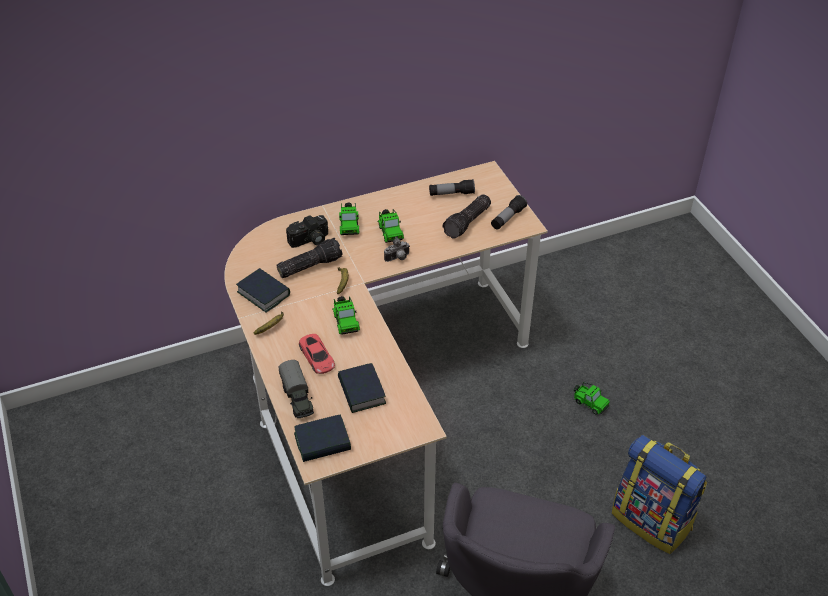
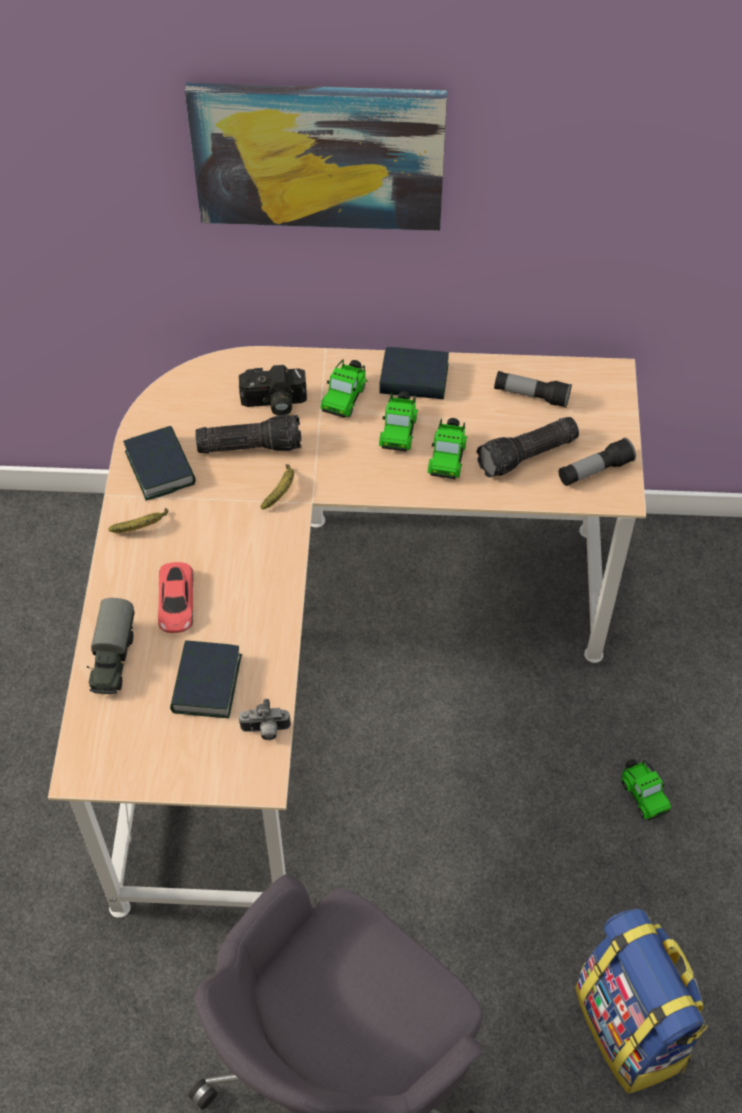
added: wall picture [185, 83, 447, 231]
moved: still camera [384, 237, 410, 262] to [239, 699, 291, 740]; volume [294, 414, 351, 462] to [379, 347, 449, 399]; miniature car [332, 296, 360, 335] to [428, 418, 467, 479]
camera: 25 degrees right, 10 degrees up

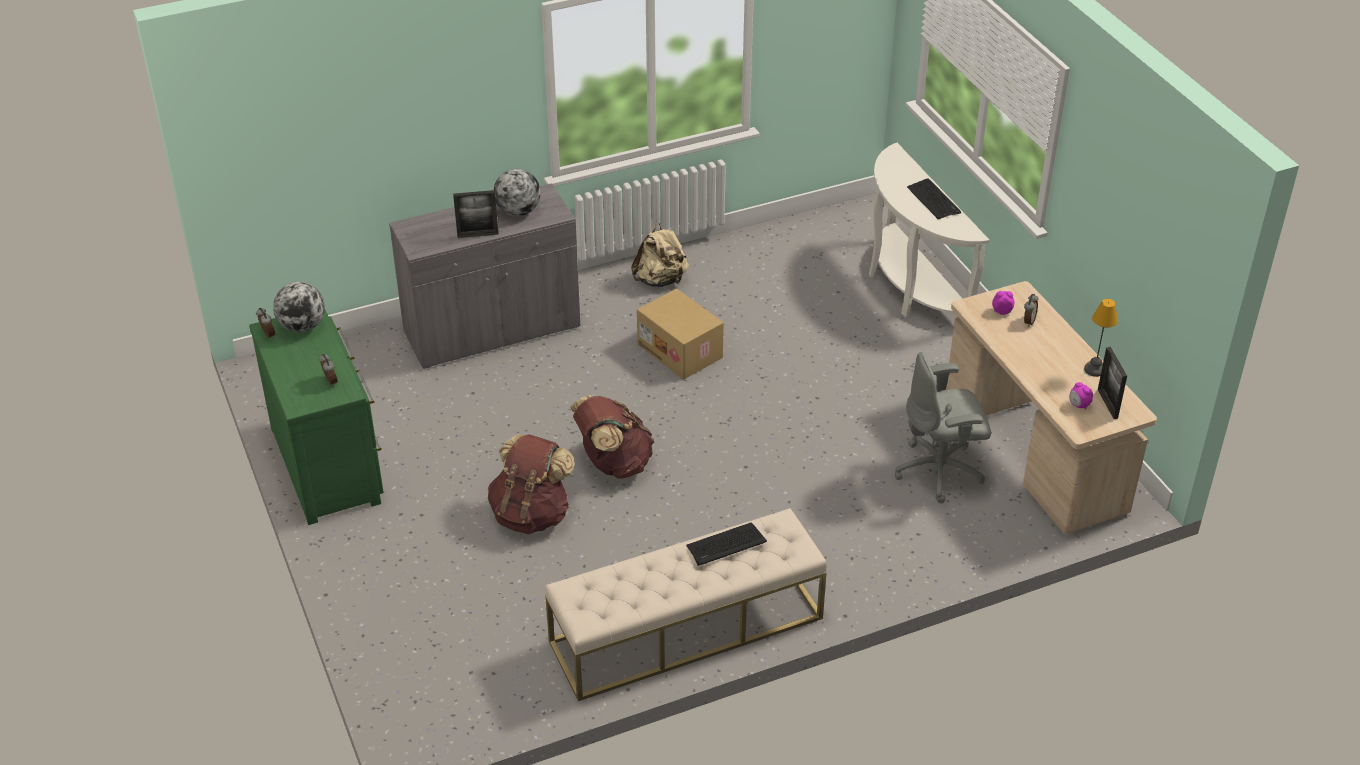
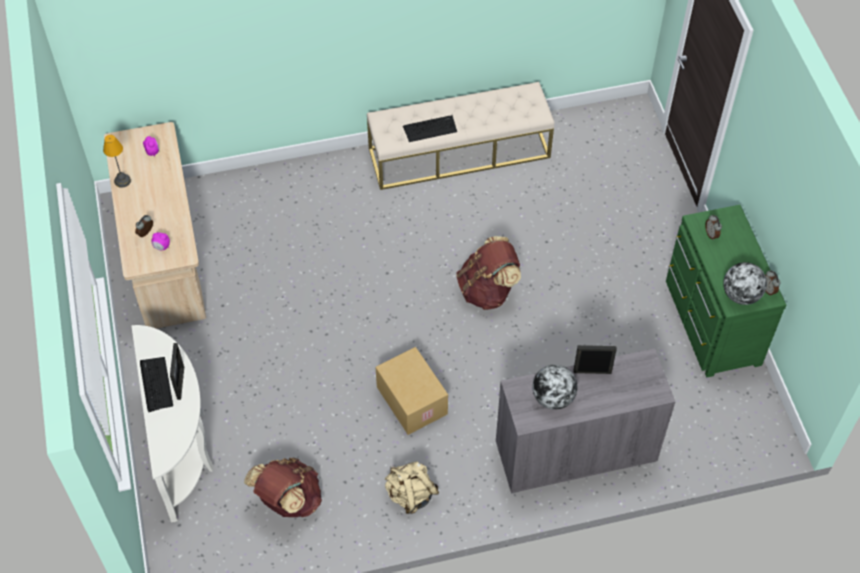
removed: gray desk chair [895, 352, 991, 503]
moved: standing frame [1098, 347, 1127, 419] to [170, 343, 184, 400]; brown-coloured knapsack [488, 433, 575, 534] to [244, 458, 322, 517]
camera: 170 degrees left, 15 degrees up

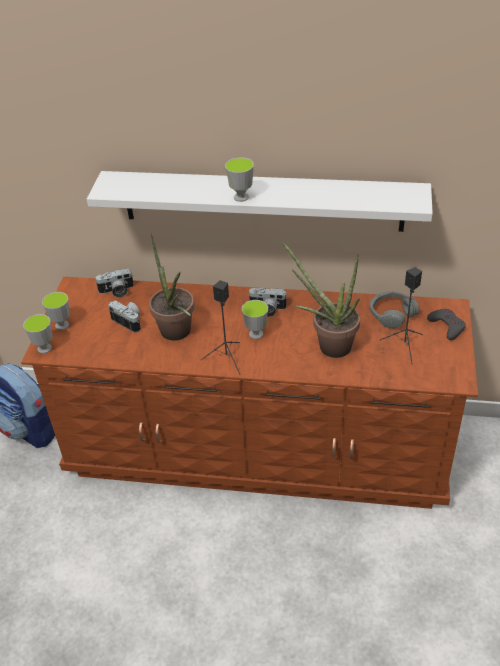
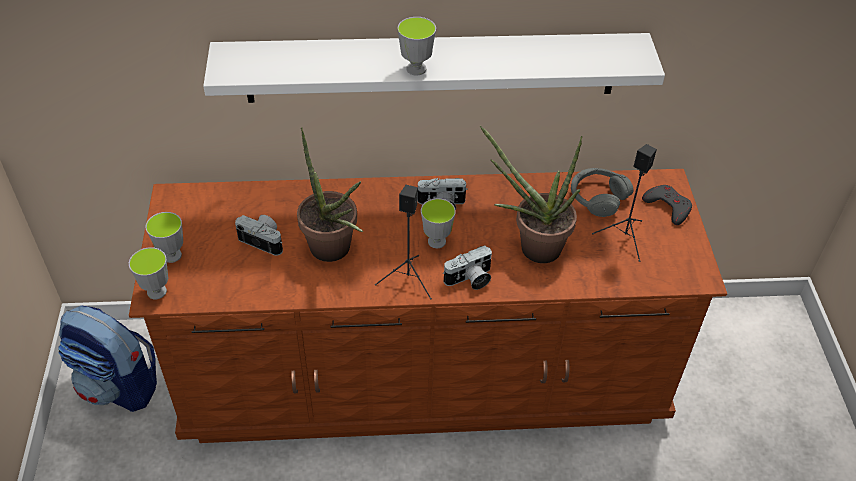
moved: still camera [95, 268, 134, 298] to [443, 245, 492, 290]
camera: 15 degrees left, 5 degrees up

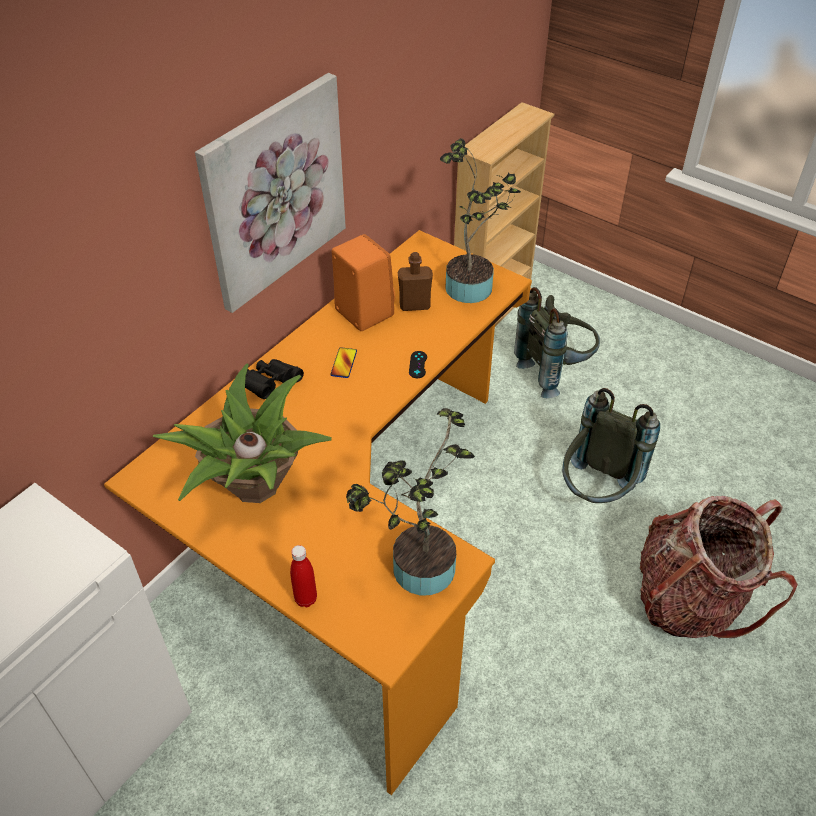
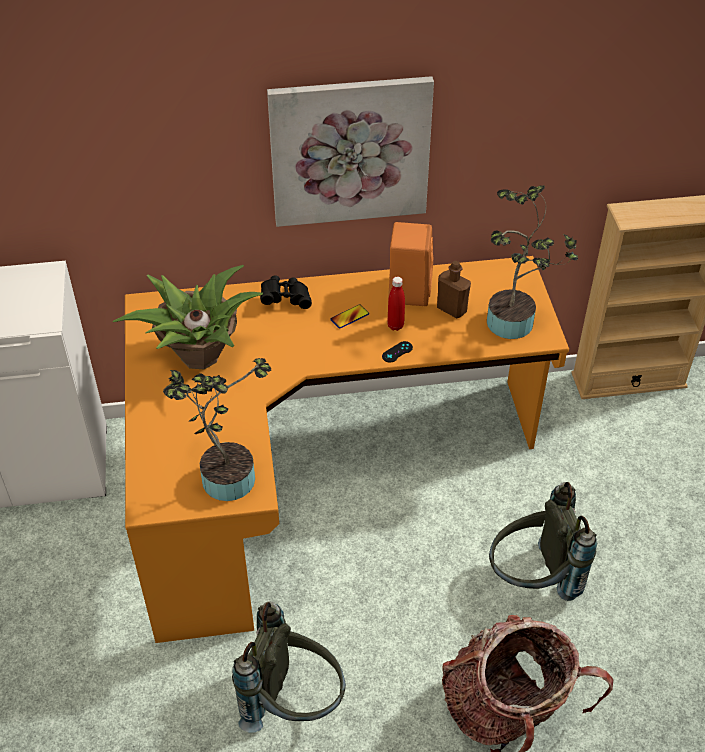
moved: gray knapsack [514, 287, 600, 398] to [232, 601, 346, 732]; red-coloured bottle [290, 545, 317, 607] to [387, 277, 405, 331]
camera: 45 degrees right, 0 degrees up

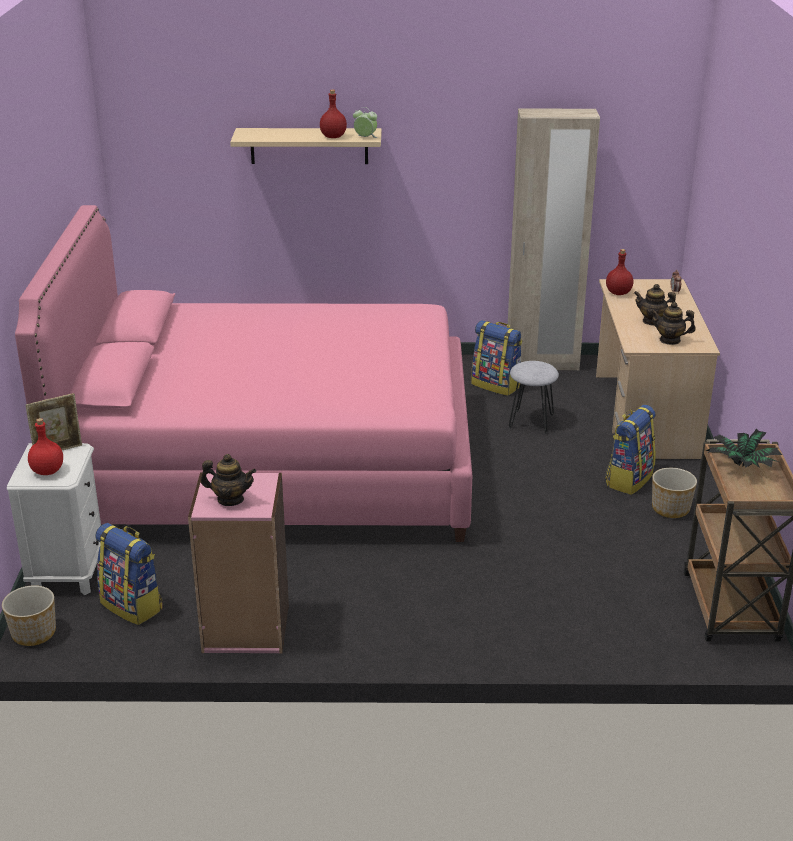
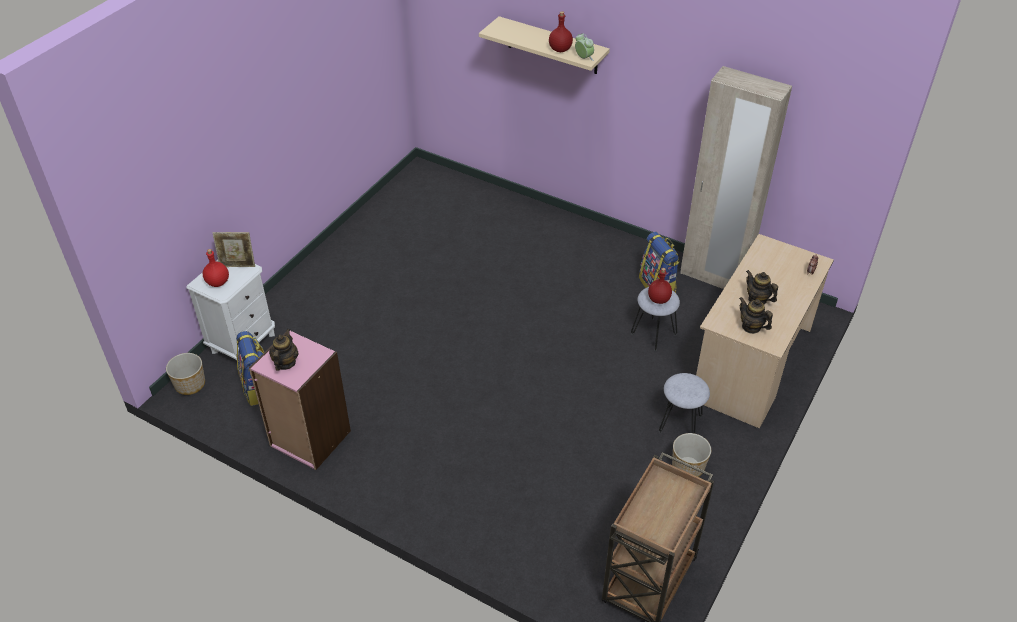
removed: pink sleeping bed [15, 205, 472, 542]; houseplant [706, 429, 782, 468]
moved: red-coloured bottle [606, 249, 633, 295] to [648, 268, 672, 304]
replaced: knapsack [605, 405, 656, 495] to gray stool seat [659, 373, 710, 434]
turned: tea pot [200, 454, 256, 506] = [269, 329, 299, 371] 120 degrees counterclockwise
camera: 30 degrees right, 15 degrees up

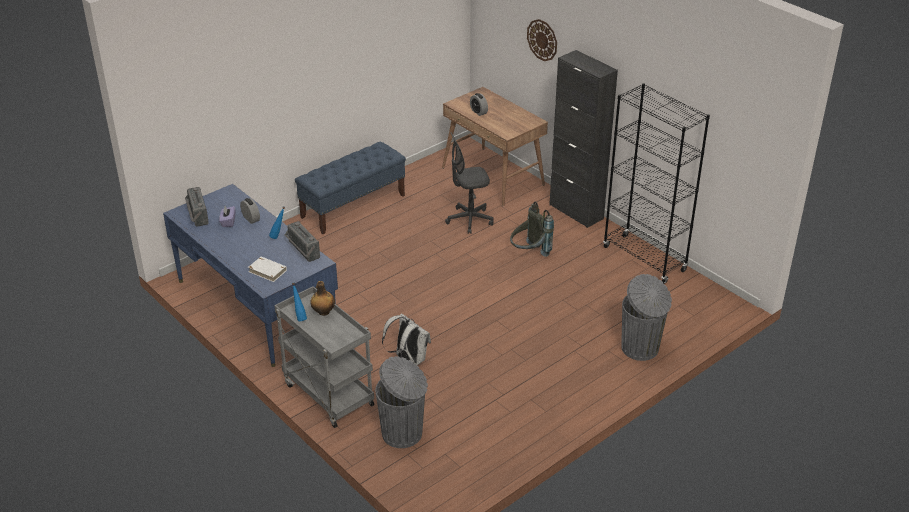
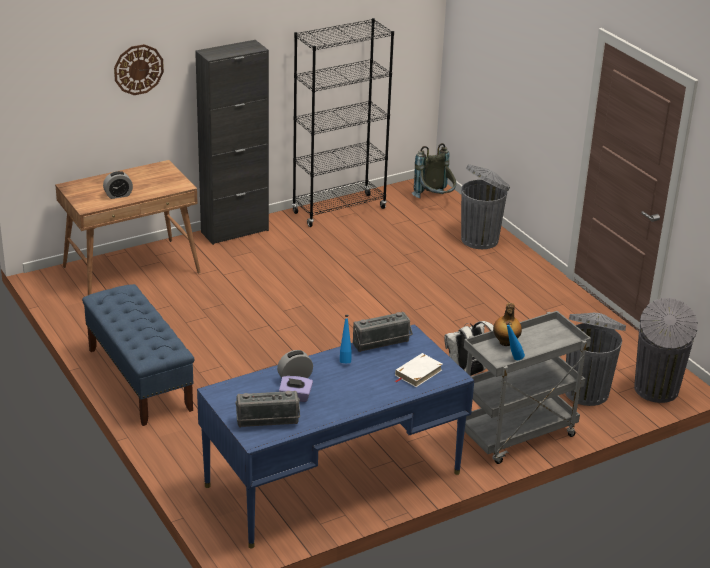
removed: gray desk chair [445, 132, 494, 234]
added: gray rubbish bin [634, 298, 698, 403]
moved: gray knapsack [510, 201, 554, 257] to [411, 143, 456, 198]
camera: 80 degrees left, 5 degrees down

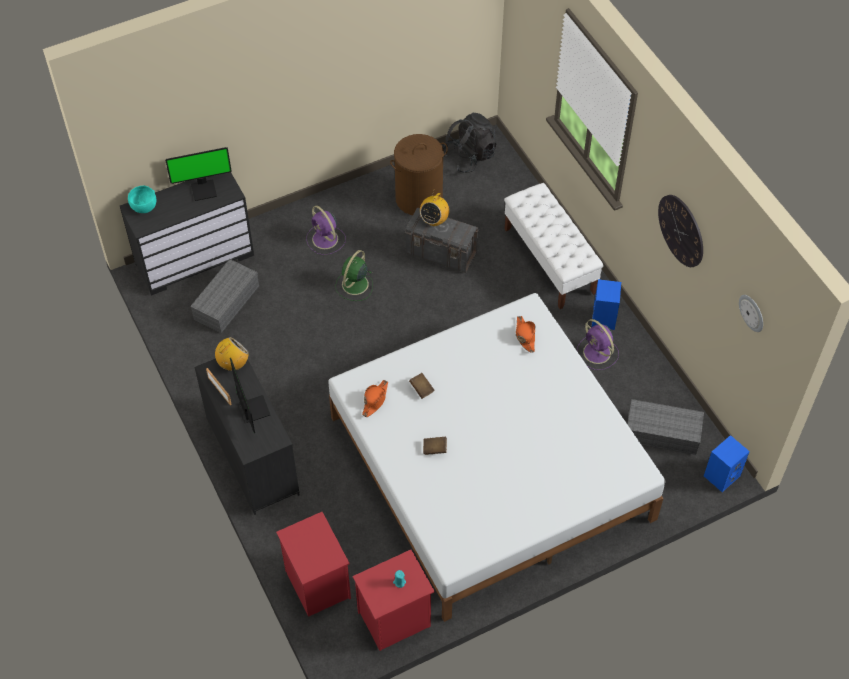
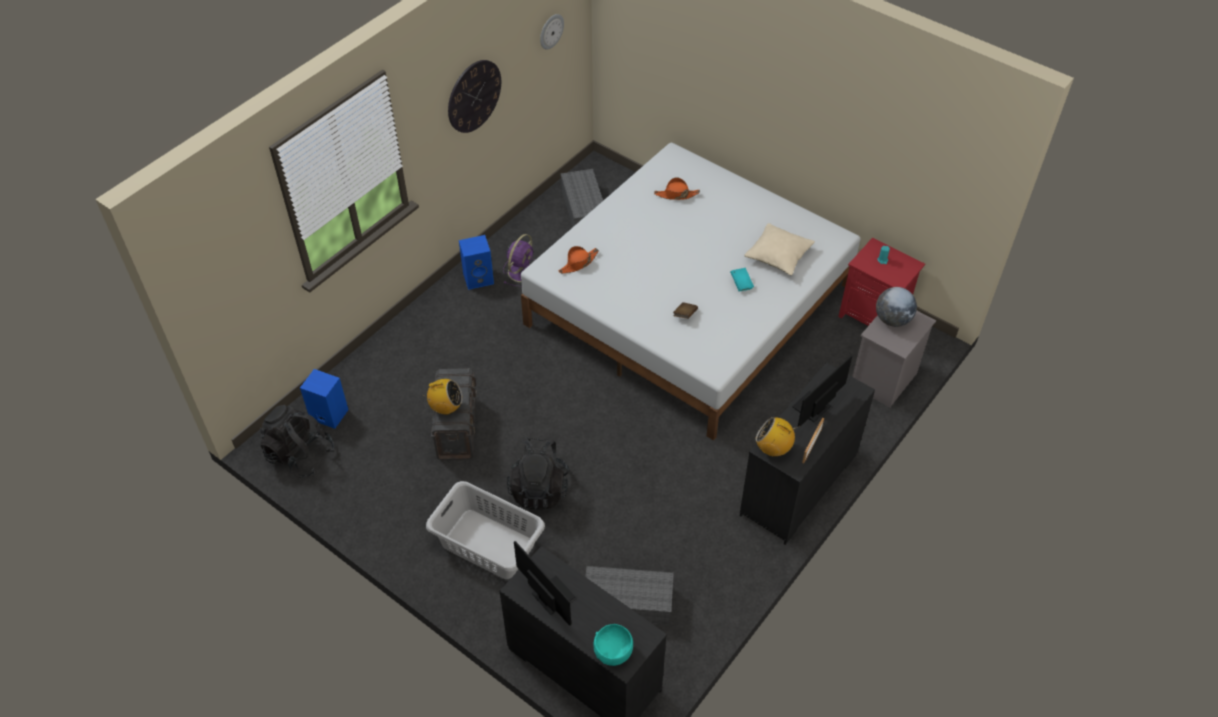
removed: brown-coloured hamper [390, 134, 448, 215]; white bench [504, 183, 604, 309]
added: sand-coloured throw pillow [744, 223, 815, 275]; world globe [876, 287, 917, 327]
moved: blue speaker [704, 435, 750, 492] to [300, 369, 348, 429]; orange hat [362, 380, 388, 417] to [654, 177, 700, 200]
replaced: purplish electric fan [306, 206, 346, 255] to gray hamper [426, 481, 545, 579]; green electric fan [335, 250, 373, 301] to black-coloured knapsack [507, 437, 570, 510]
recoloured: brown-coloured volume [423, 437, 447, 455] to turquoise-coloured volume [730, 268, 754, 292]; red-coloured bedside table [276, 512, 351, 617] to gray bedside table [852, 311, 936, 408]
camera: 115 degrees left, 5 degrees down

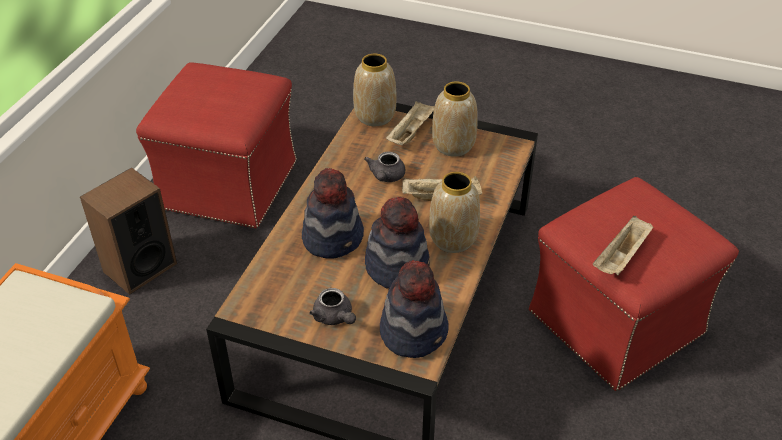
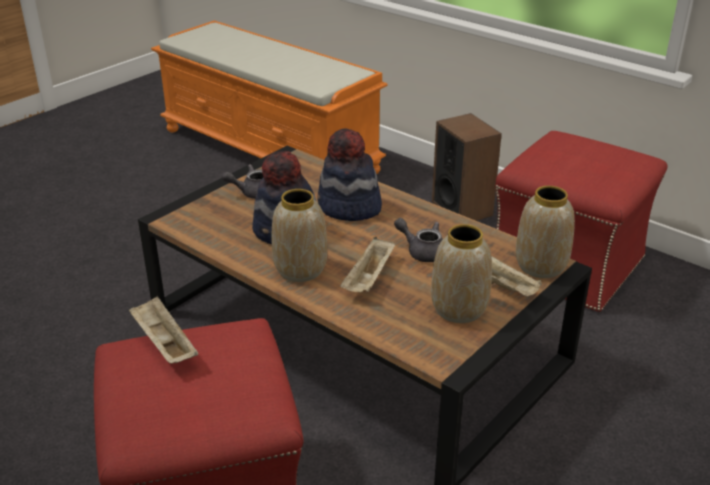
removed: hat [380, 260, 449, 358]
camera: 110 degrees right, 10 degrees down

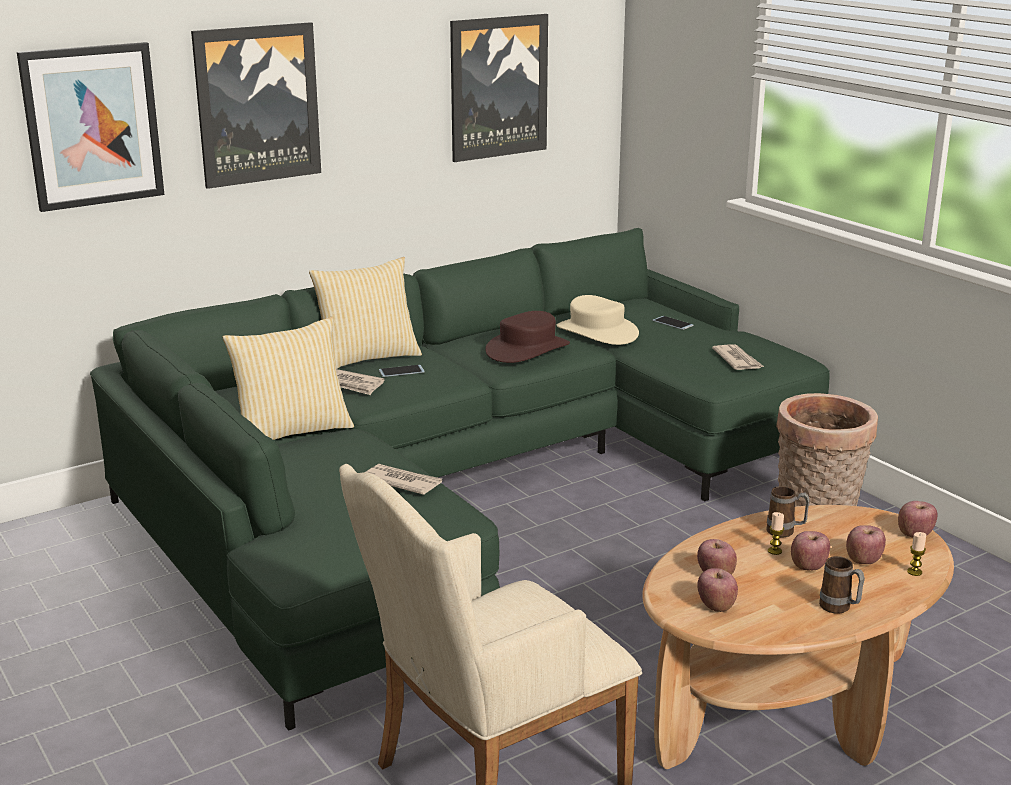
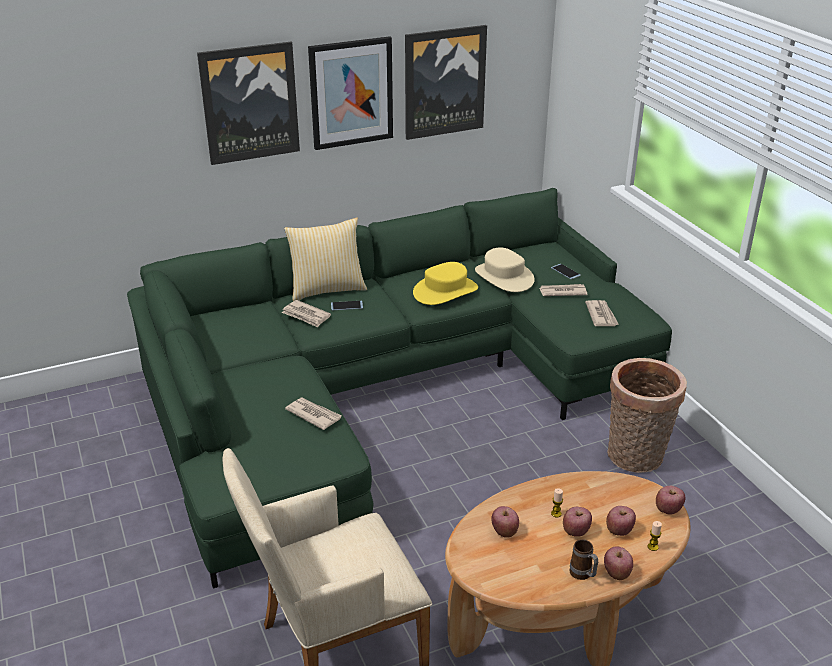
removed: throw pillow [223, 316, 354, 440]; mug [767, 486, 810, 537]
added: newspaper [539, 284, 587, 296]
moved: wall picture [17, 42, 165, 212] to [308, 36, 393, 150]; whole apple [697, 568, 738, 612] to [604, 546, 633, 580]
recoloured: brown-coloured hat [485, 311, 570, 363] to yellow-coloured hat [413, 262, 478, 305]
camera: 10 degrees right, 10 degrees up

